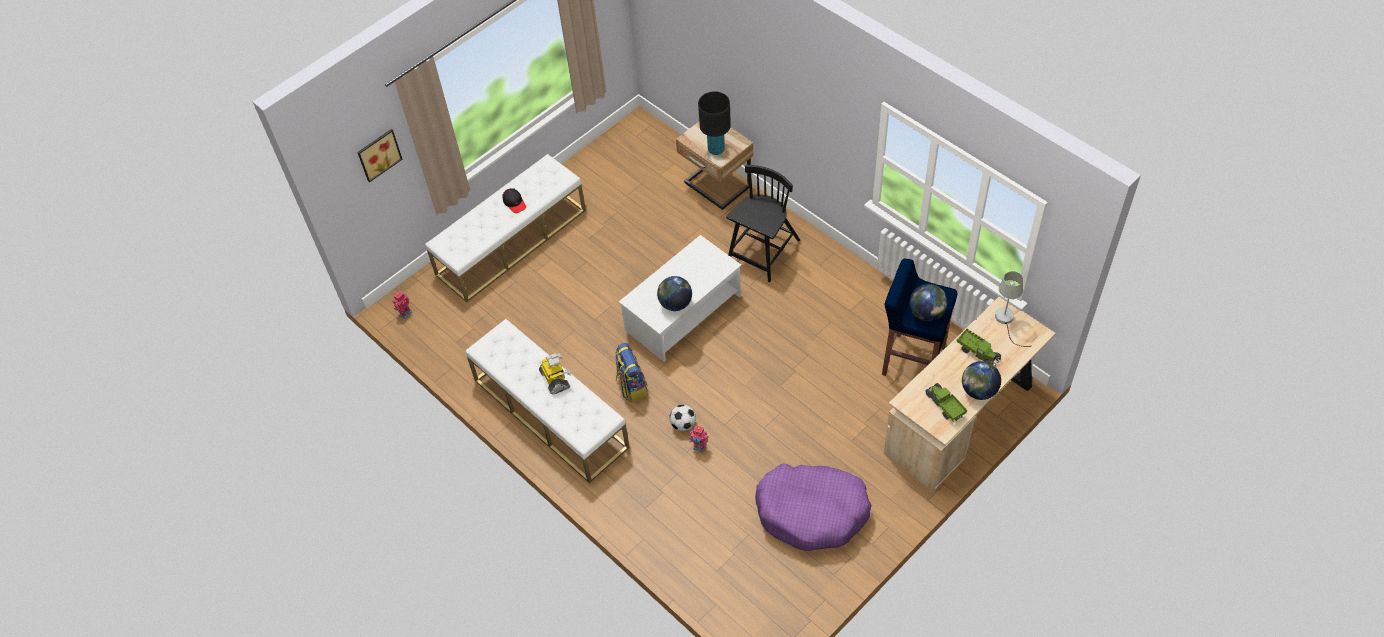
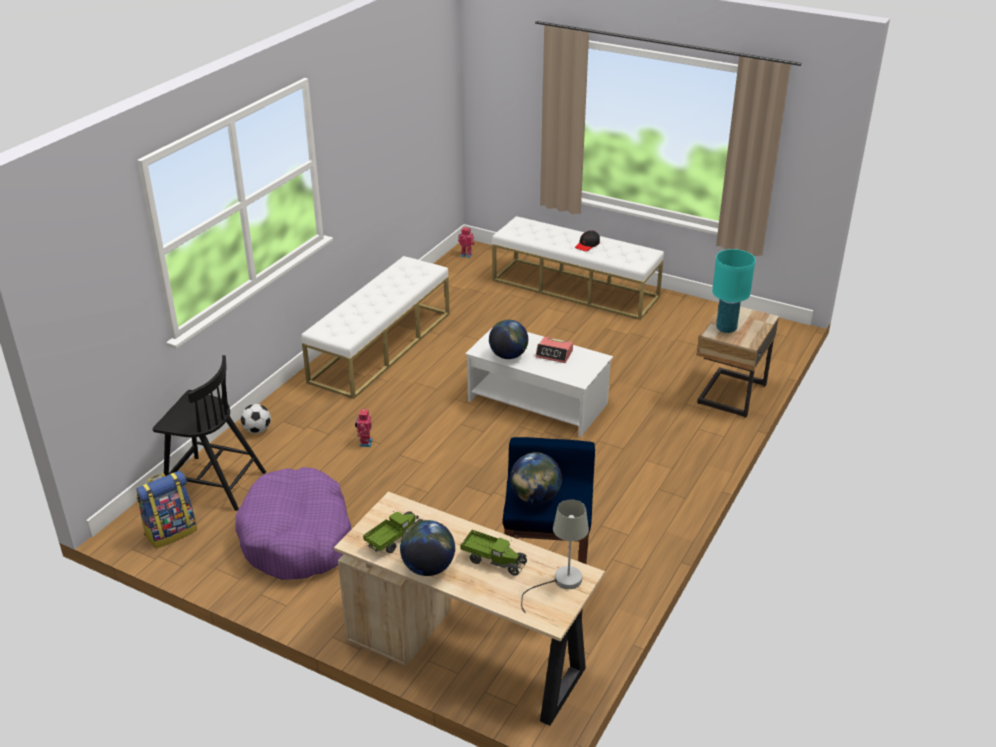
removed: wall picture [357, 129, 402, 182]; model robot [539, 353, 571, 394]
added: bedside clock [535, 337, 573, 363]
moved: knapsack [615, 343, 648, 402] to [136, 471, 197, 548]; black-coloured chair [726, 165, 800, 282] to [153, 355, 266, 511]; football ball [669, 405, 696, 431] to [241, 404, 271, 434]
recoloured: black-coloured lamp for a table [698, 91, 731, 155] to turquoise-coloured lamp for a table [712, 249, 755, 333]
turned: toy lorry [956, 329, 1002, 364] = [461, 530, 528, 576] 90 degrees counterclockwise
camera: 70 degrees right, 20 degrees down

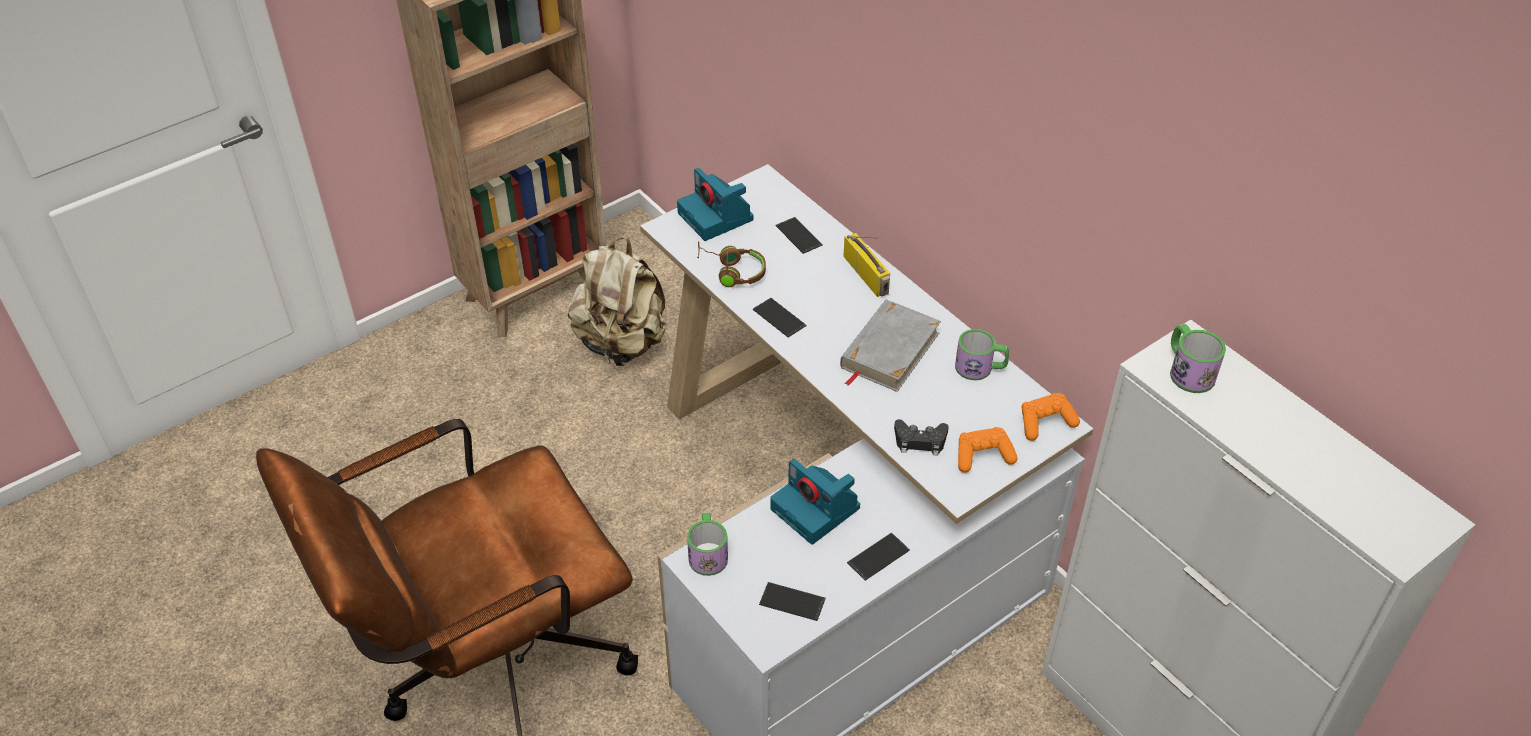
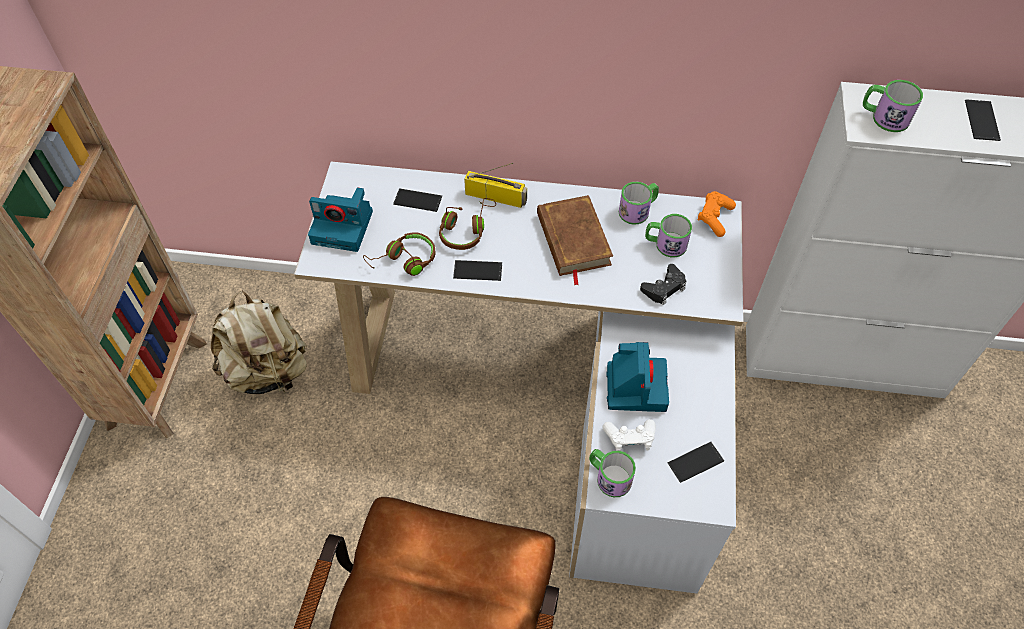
removed: orange game controller [958, 427, 1018, 473]
added: brown-coloured headphones [439, 198, 496, 250]; white game controller [602, 419, 656, 451]; mug [645, 214, 692, 257]
moved: phone [847, 532, 910, 581] to [965, 99, 1001, 141]
recoloured: gray volume [840, 299, 941, 392] to brown-coloured volume [537, 195, 613, 286]
turned: still camera [770, 459, 860, 545] = [606, 342, 669, 412] 90 degrees counterclockwise
camera: 45 degrees left, 10 degrees up

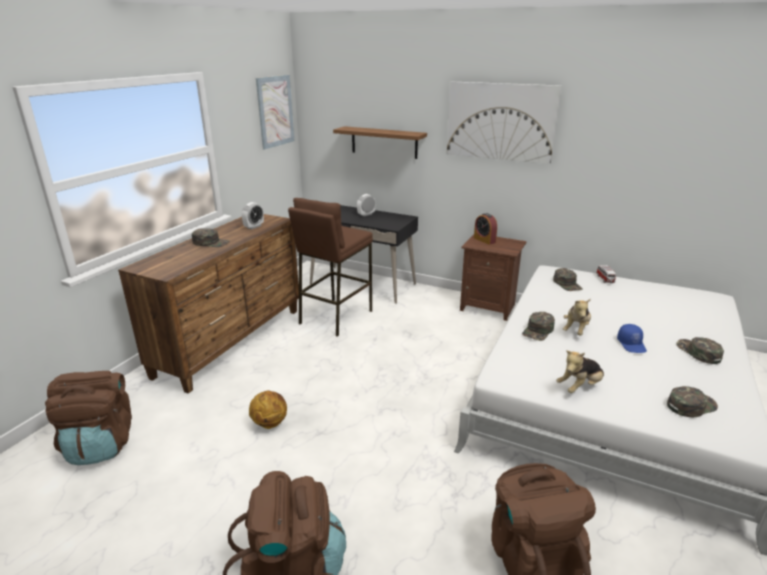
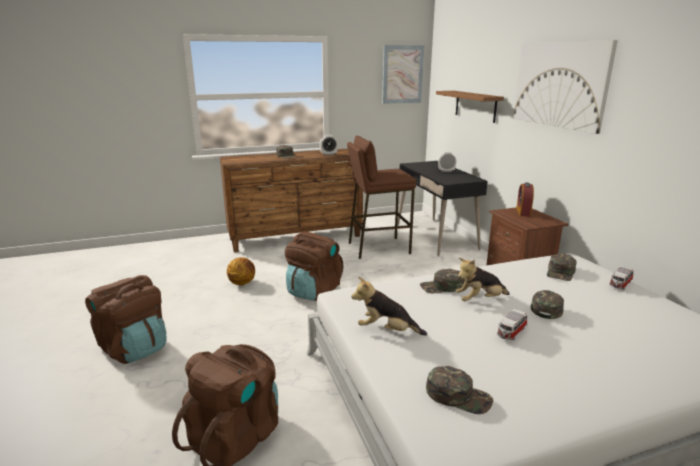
moved: brown-coloured knapsack [45, 371, 132, 465] to [285, 232, 343, 301]; green peaked cap [676, 337, 724, 364] to [531, 290, 564, 319]
replaced: blue peaked cap [617, 324, 647, 353] to miniature car [497, 309, 527, 340]
camera: 45 degrees right, 5 degrees down

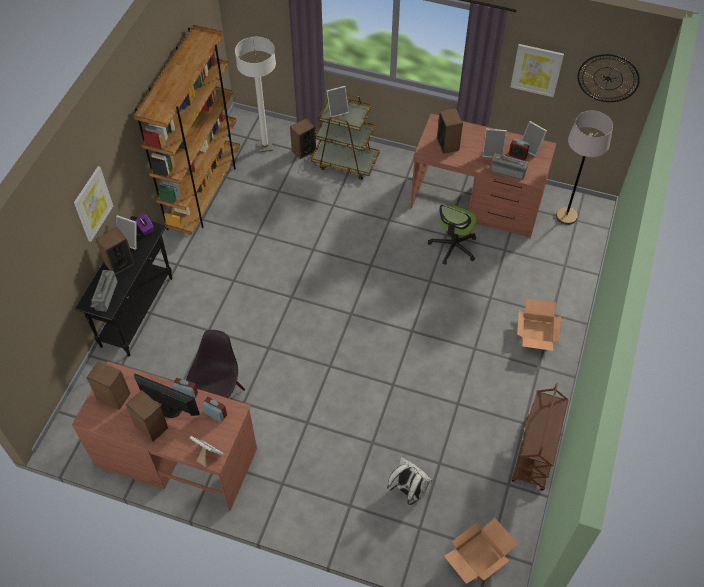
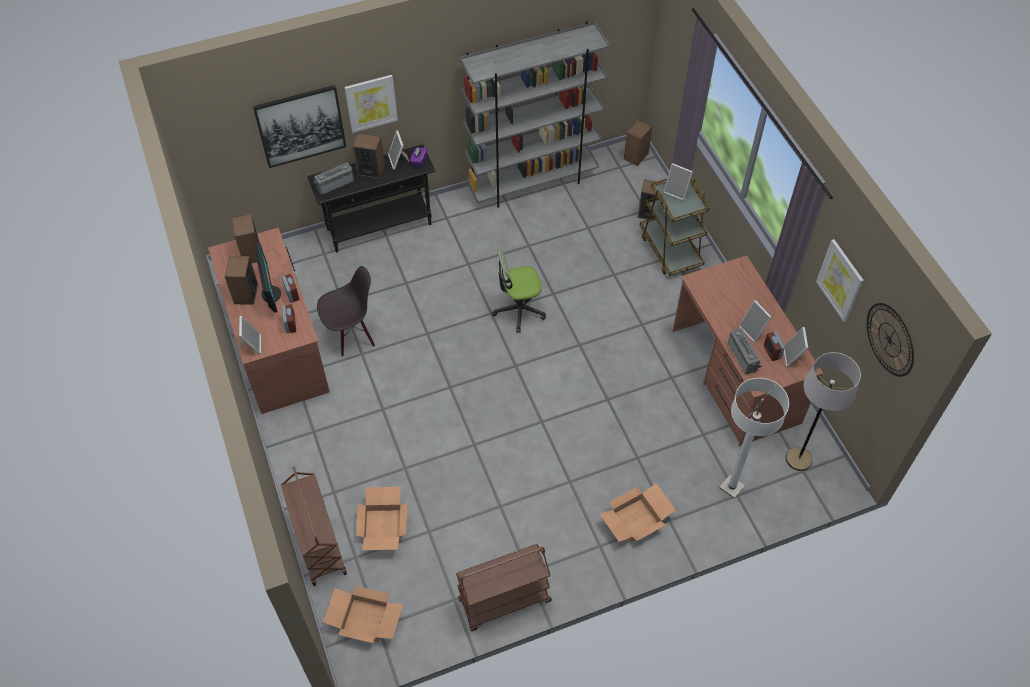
added: wall picture [253, 85, 346, 168]; brown-coloured cart [281, 467, 347, 586]
moved: desk chair [428, 204, 477, 265] to [492, 249, 546, 333]; speaker [437, 108, 463, 154] to [624, 120, 652, 166]; white standard lamp [235, 37, 276, 152] to [719, 378, 789, 499]
replaced: white knapsack [387, 457, 432, 505] to cardboard box [356, 487, 408, 550]
recoloured: brown-coloured bookshelf [133, 25, 240, 235] to gray bookshelf [460, 21, 609, 208]
camera: 50 degrees right, 0 degrees up

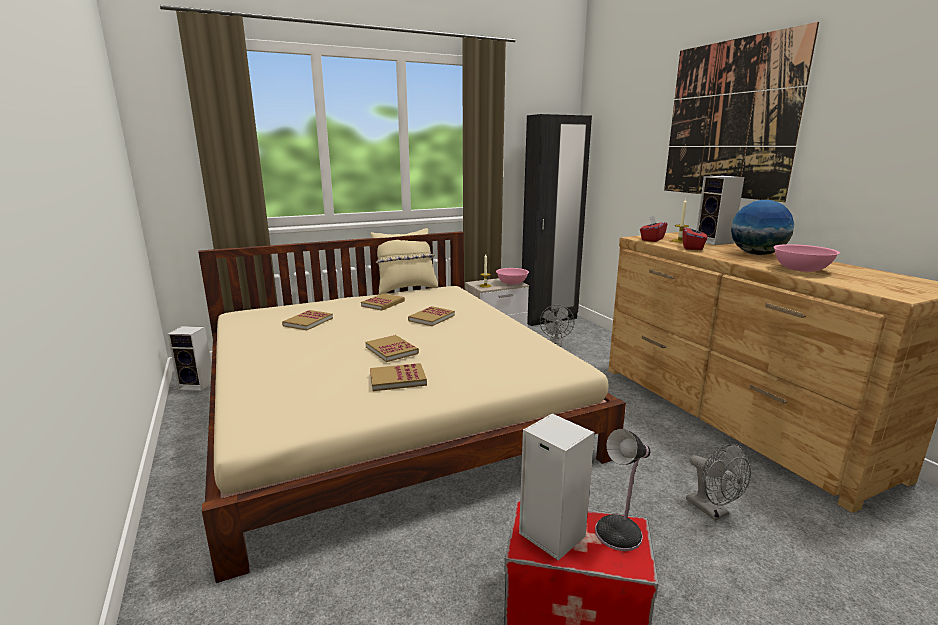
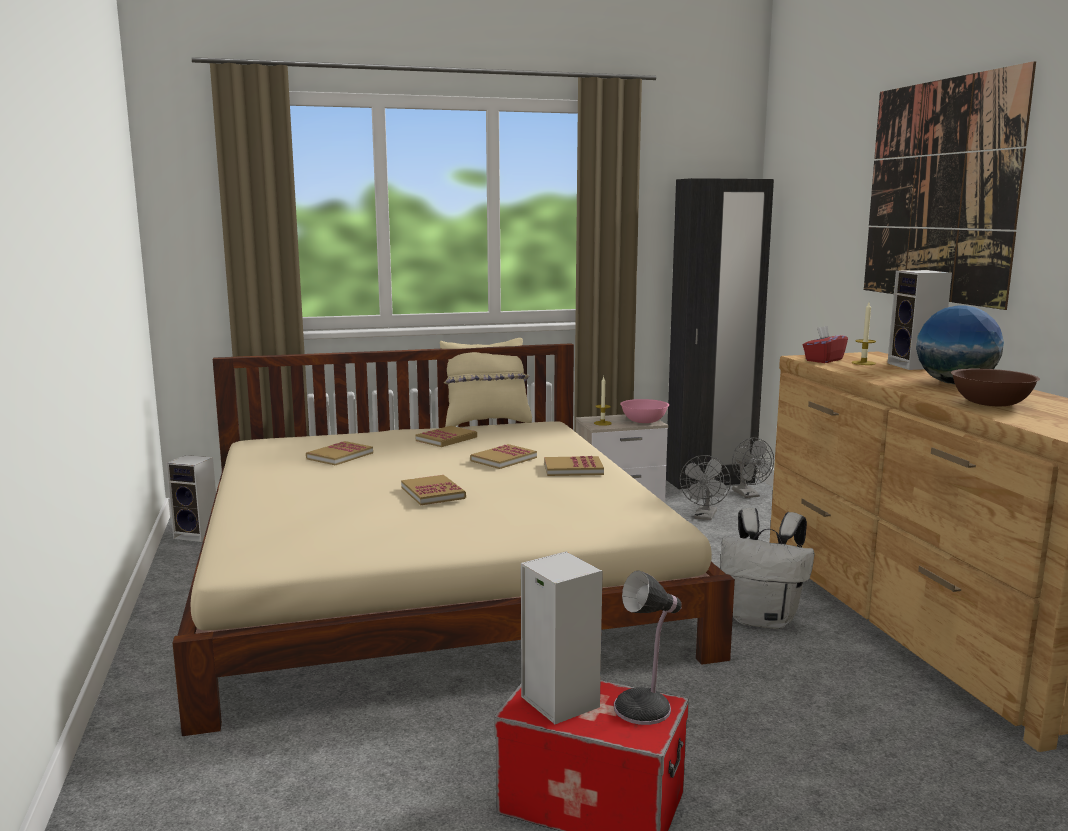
removed: red-coloured tissue holder [683, 223, 707, 250]
added: white knapsack [720, 508, 814, 629]
moved: volume [370, 363, 427, 391] to [544, 456, 604, 476]; gray electric fan [686, 443, 751, 521] to [732, 438, 774, 498]
recoloured: pink deep dish [773, 244, 840, 272] to brown-coloured deep dish [951, 368, 1040, 406]
camera: 10 degrees right, 5 degrees down

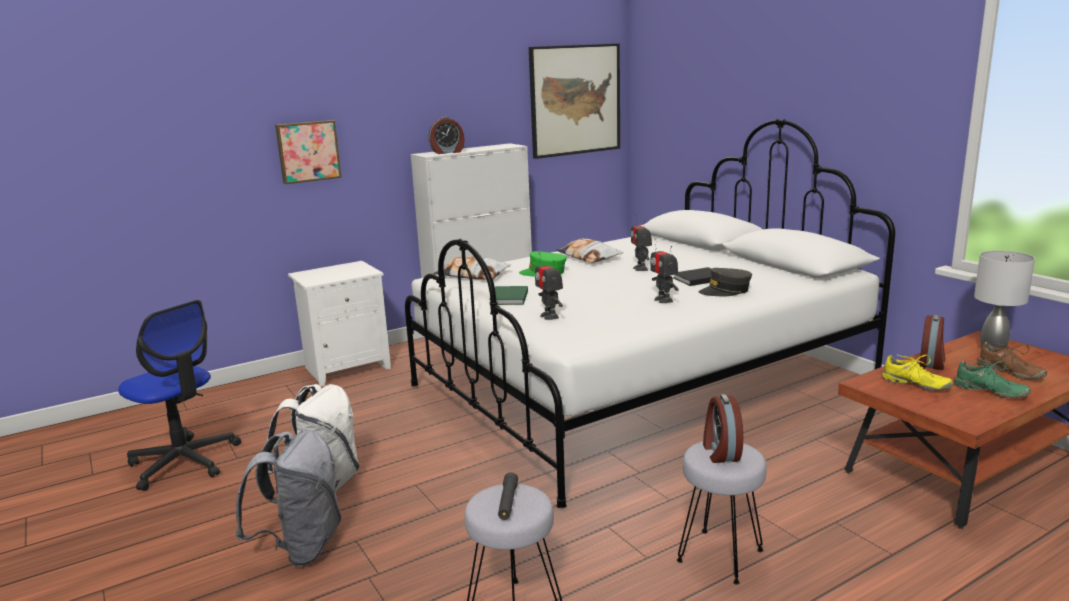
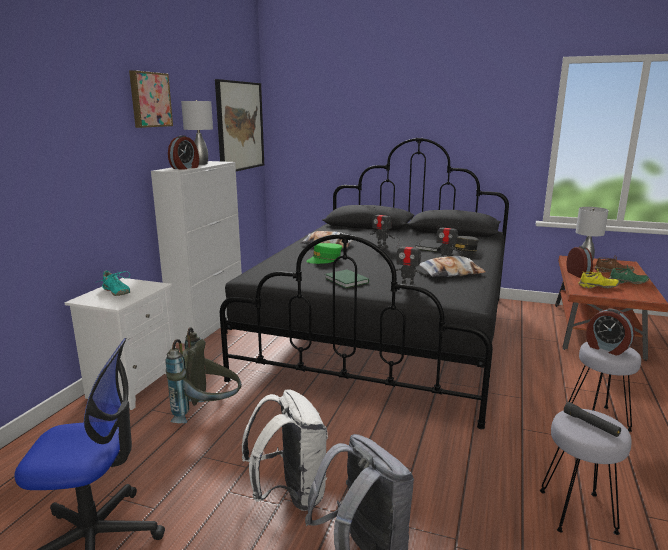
added: turquoise-coloured low shoe [95, 270, 130, 296]; gray knapsack [166, 327, 242, 423]; gray lamp for a table [181, 100, 213, 165]
moved: wall picture [275, 120, 342, 184] to [129, 70, 173, 128]; throw pillow [433, 256, 511, 280] to [419, 256, 486, 277]
recoloured: white sleeping bed [405, 119, 896, 508] to black-coloured sleeping bed [220, 137, 509, 429]
camera: 40 degrees left, 0 degrees up

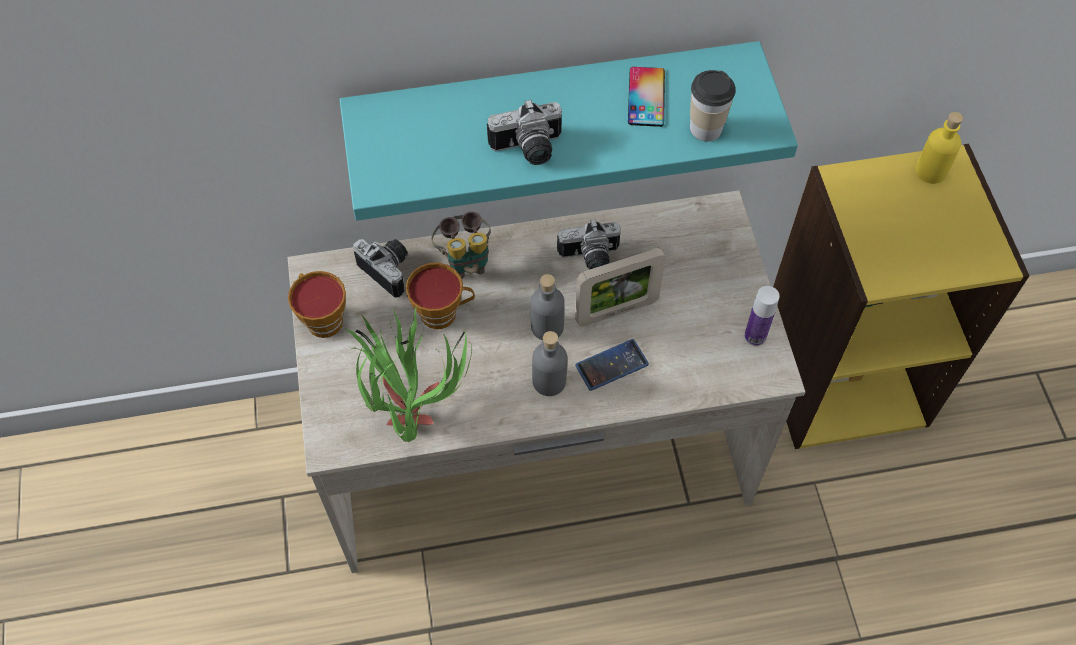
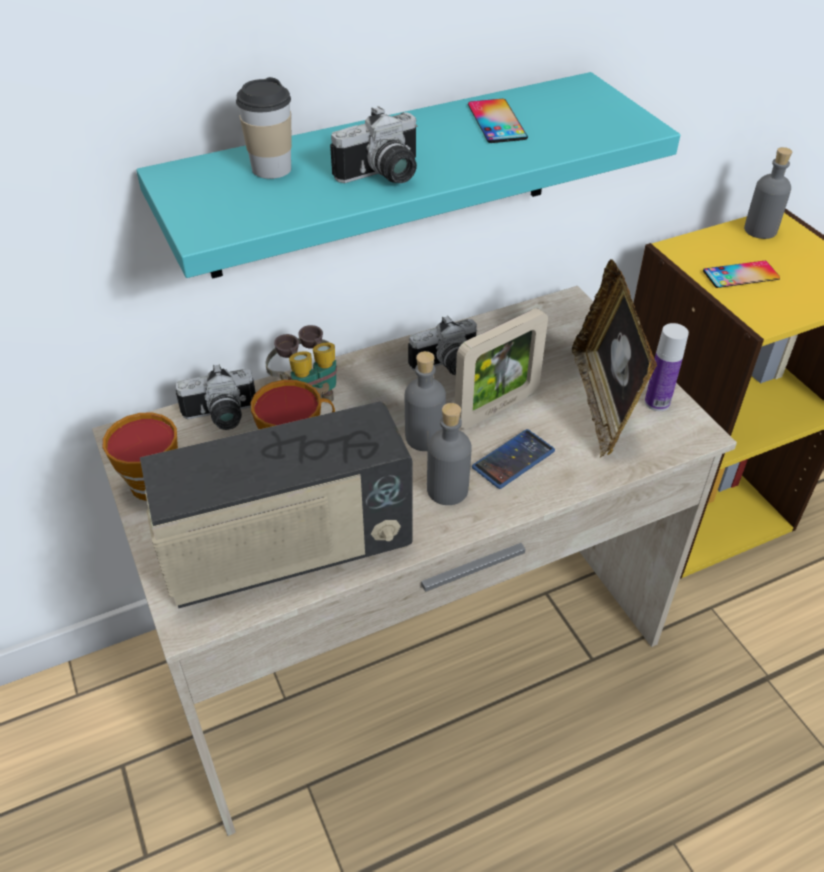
added: standing frame [572, 259, 657, 458]; phone [703, 261, 780, 288]
moved: drinking cup [690, 70, 735, 141] to [236, 77, 292, 179]
replaced: houseplant [344, 307, 472, 442] to radio set [140, 401, 413, 608]
recoloured: yellow-coloured bottle [916, 112, 963, 184] to gray bottle [744, 147, 792, 239]
turned: still camera [353, 239, 408, 298] = [176, 364, 256, 430] 135 degrees clockwise
camera: 15 degrees left, 15 degrees down

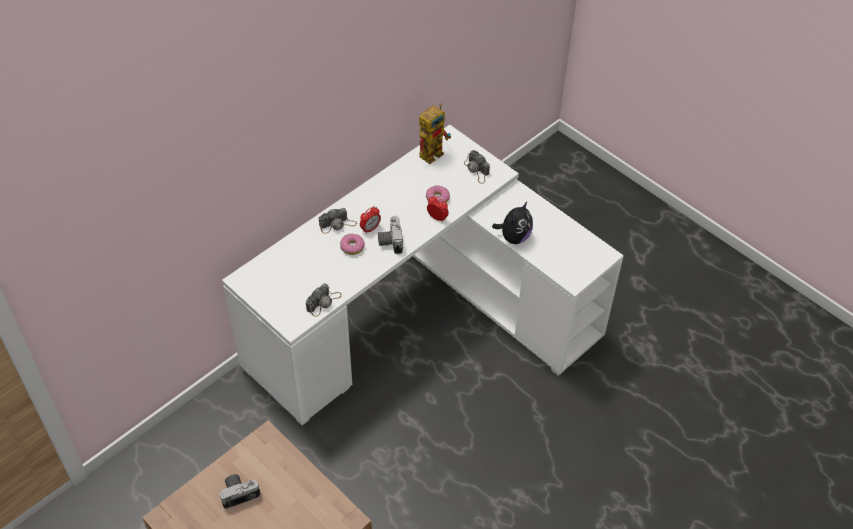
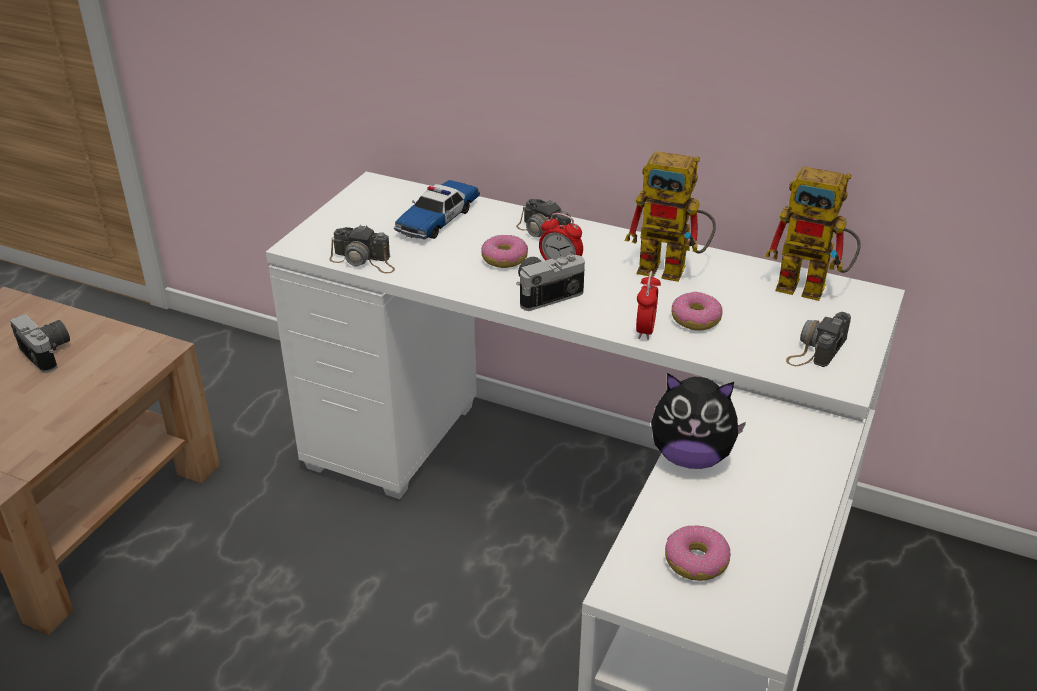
added: miniature car [394, 180, 480, 239]; model robot [625, 151, 716, 282]; doughnut [665, 525, 731, 581]
camera: 70 degrees right, 15 degrees down

